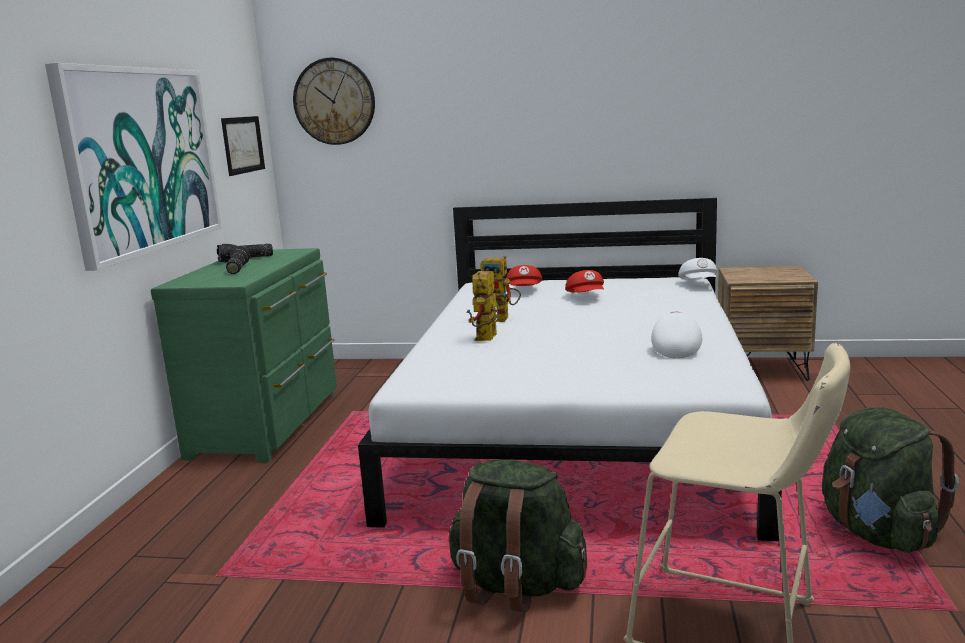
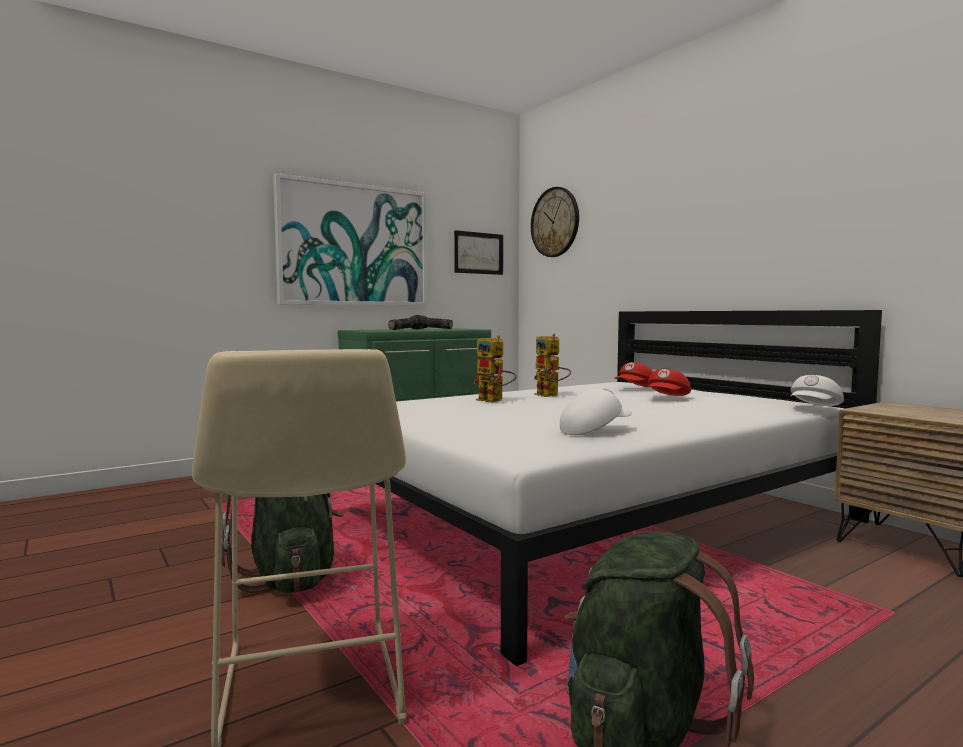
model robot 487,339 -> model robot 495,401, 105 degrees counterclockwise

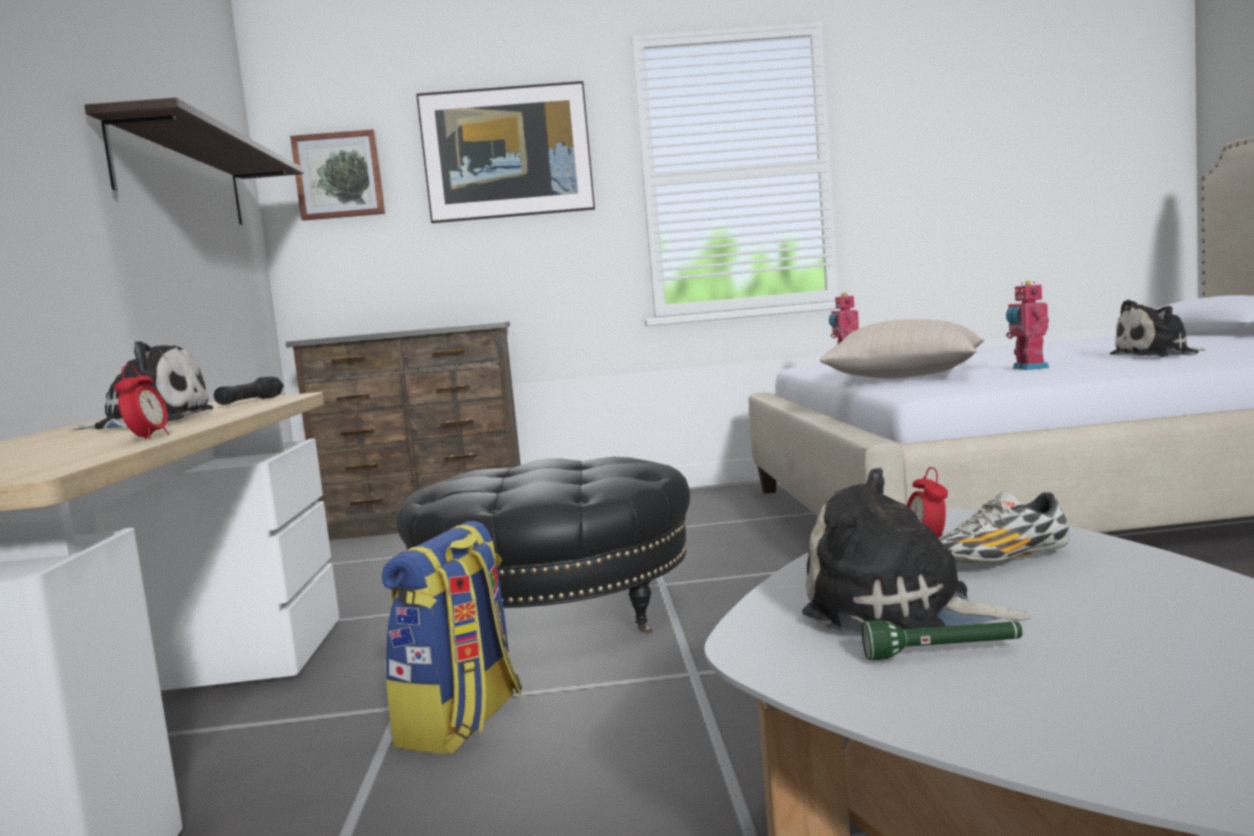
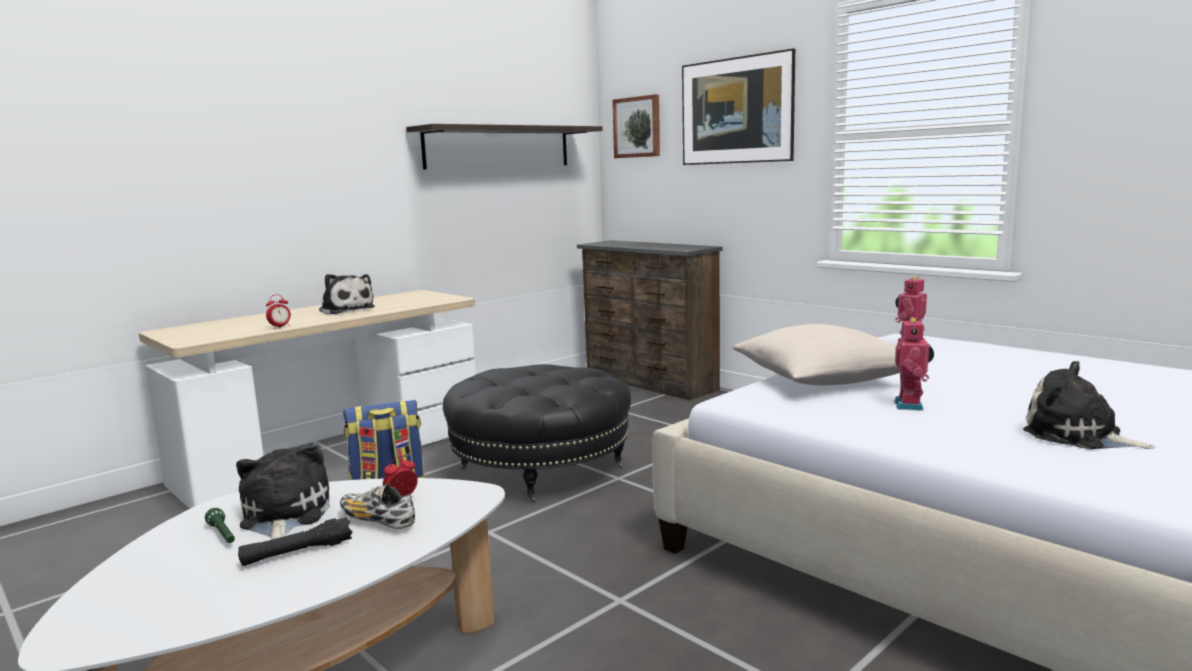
model robot 1028,368 -> model robot 911,405, 150 degrees clockwise
black flashlight 250,401 -> black flashlight 297,552, moved

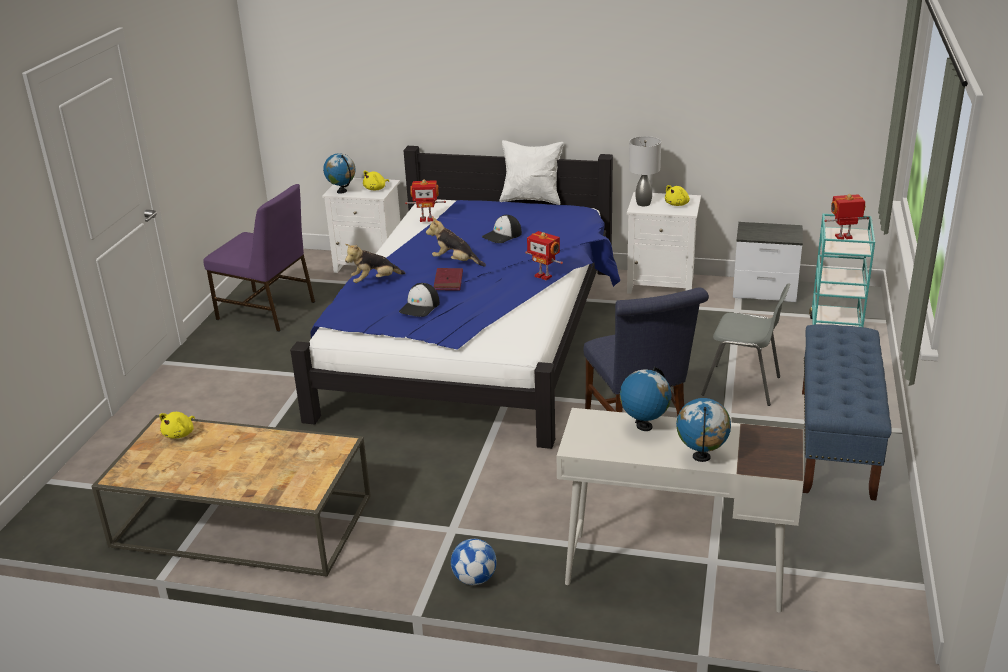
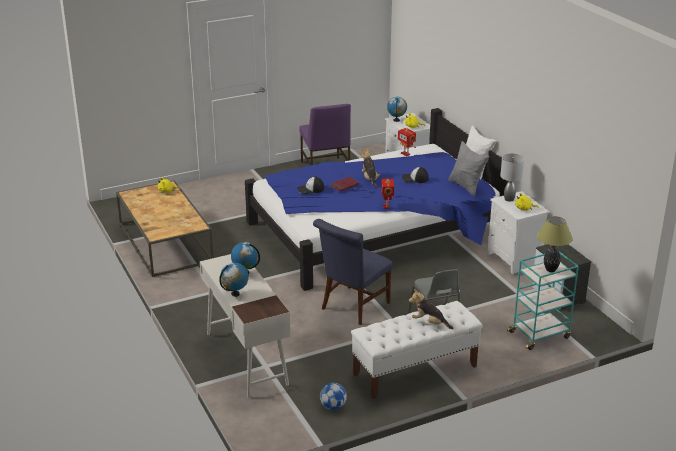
model robot 844,237 -> tabletop lamp 550,270
cuddly toy 374,281 -> cuddly toy 429,323, moved
bluish bench 836,442 -> white bench 414,370
football ball 474,579 -> football ball 333,406, moved
none -> greyish pillow 466,186

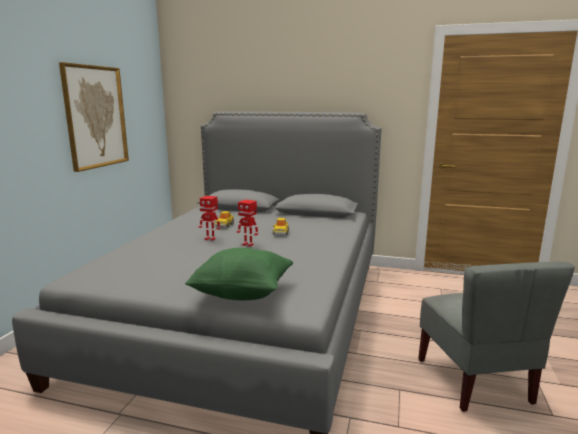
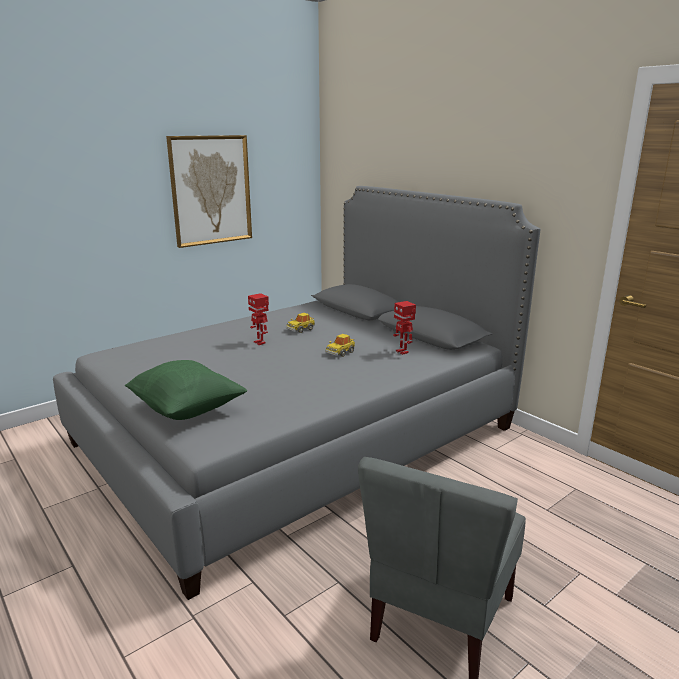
model robot 248,244 -> model robot 402,352, moved

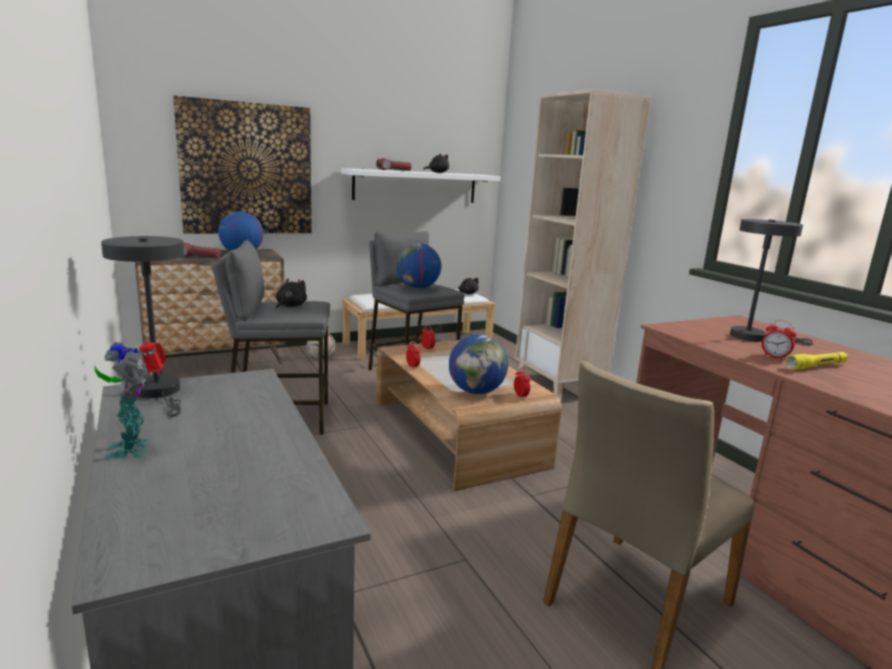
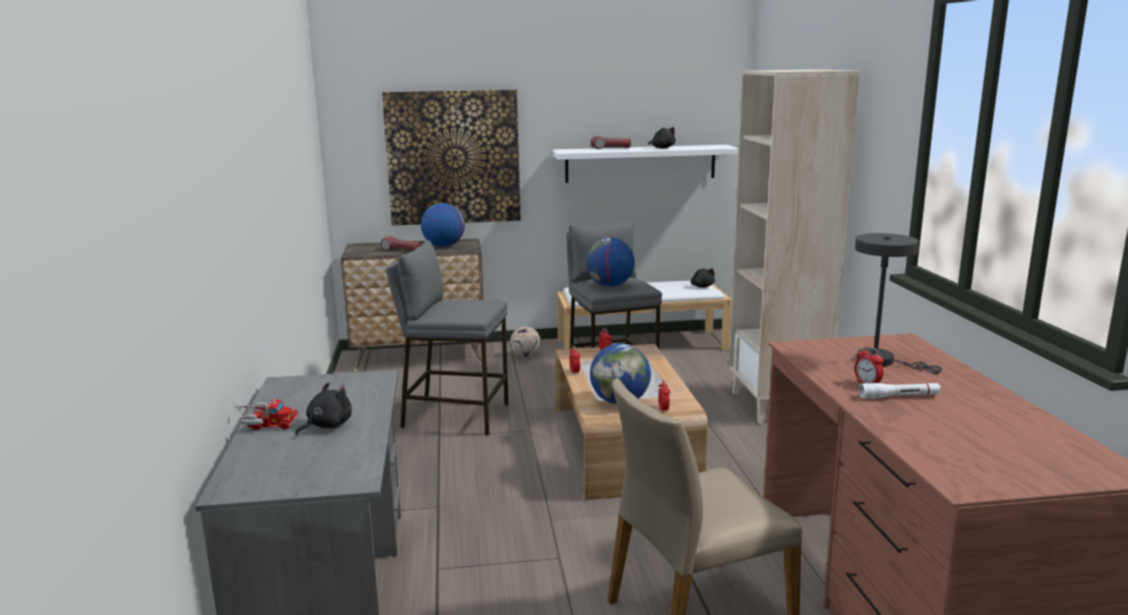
greyish tabletop lamp 160,392 -> none
black cuddly toy 290,306 -> black cuddly toy 327,426, moved
model robot 135,447 -> toy lorry 266,424
yellow flashlight 816,366 -> white flashlight 899,397

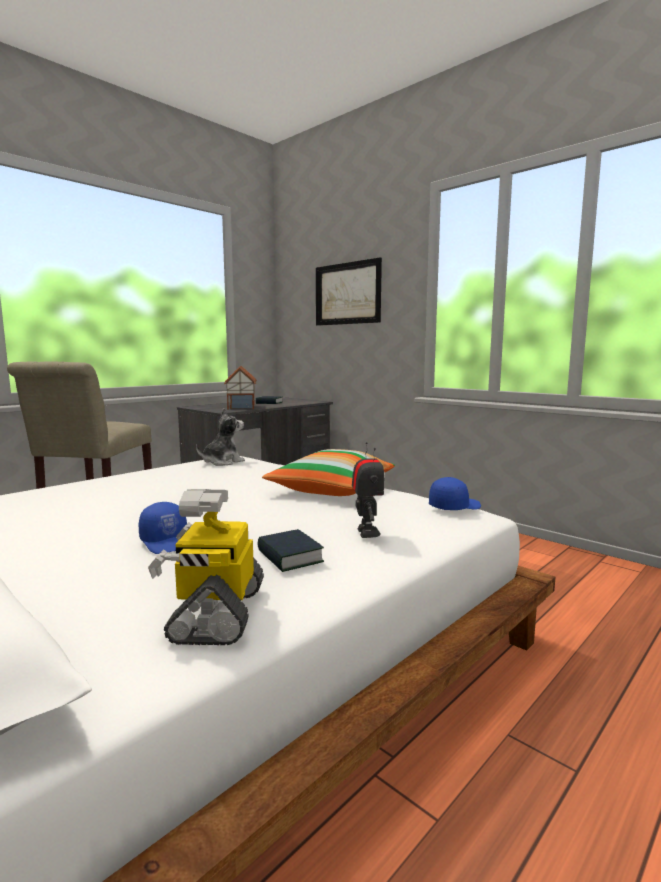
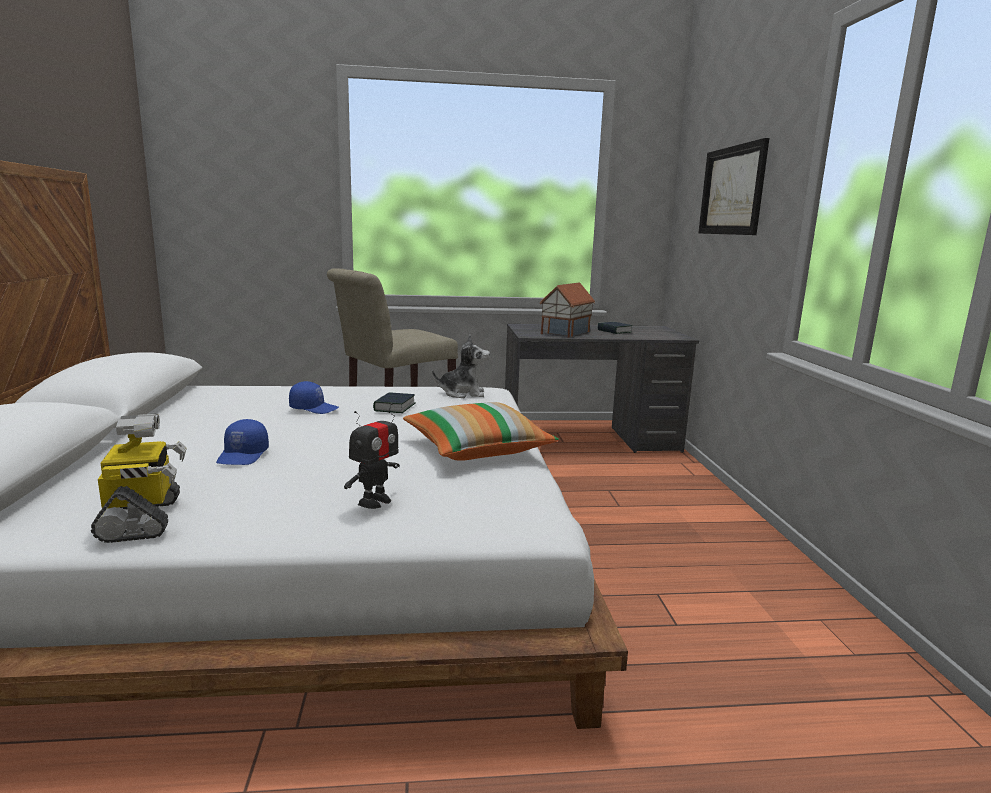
bluish peaked cap 454,506 -> bluish peaked cap 314,408, moved
model robot 216,613 -> model robot 143,519, 120 degrees clockwise
book 289,557 -> book 394,407, moved

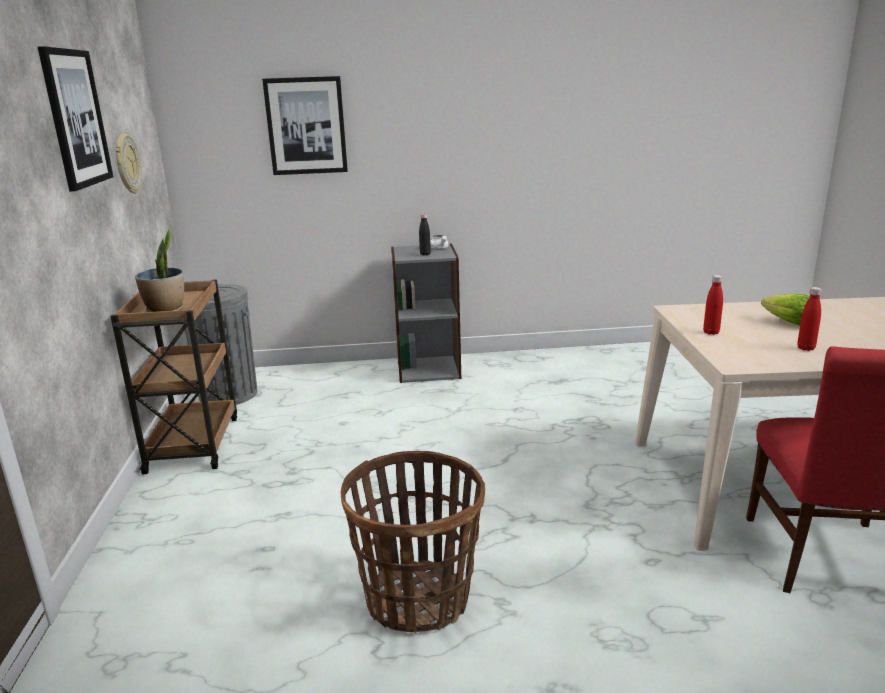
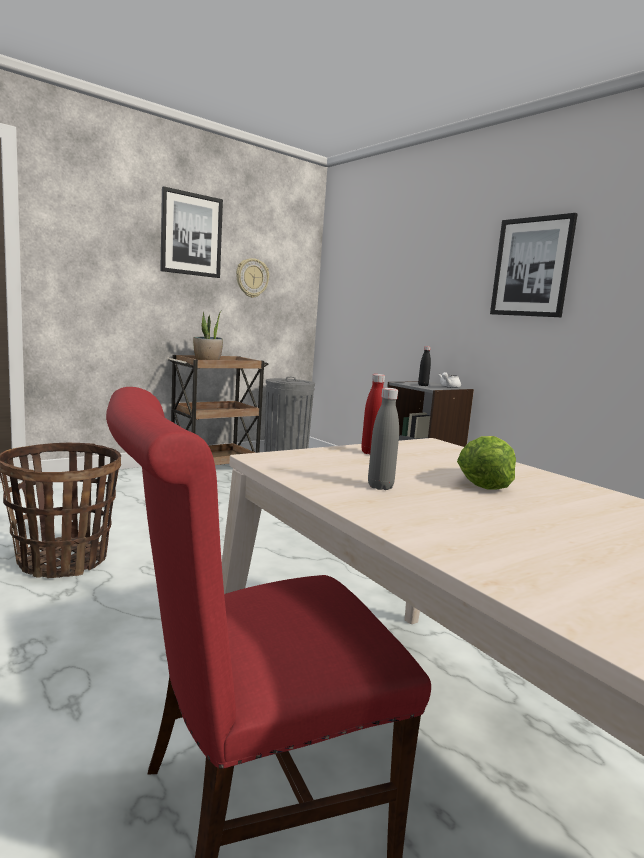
wall art 306,126 -> wall art 532,267, moved
red-coloured bottle 806,348 -> greyish bottle 380,487

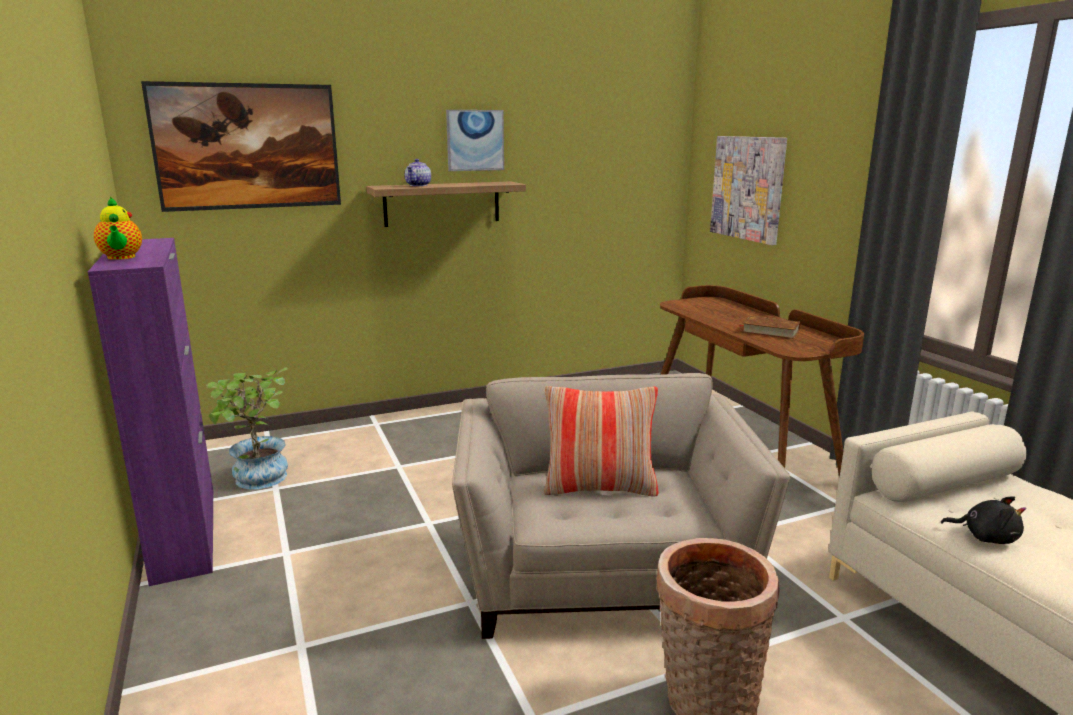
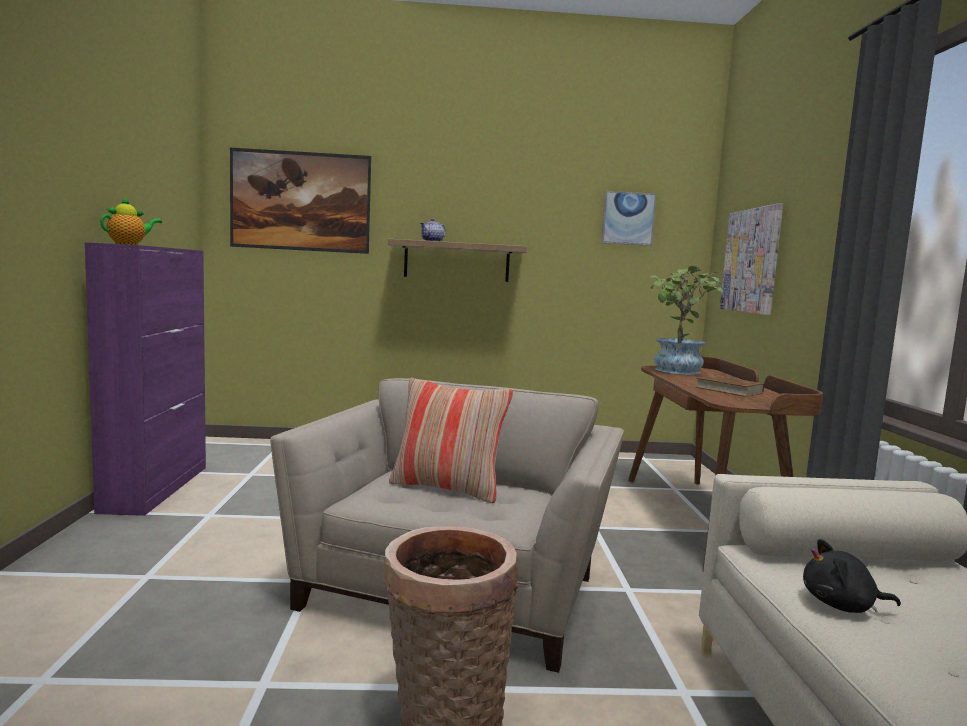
wall art 475,140 -> wall art 628,218, moved
tea pot 121,258 -> tea pot 129,244, 135 degrees counterclockwise
potted plant 258,481 -> potted plant 677,371, moved
black cuddly toy 985,537 -> black cuddly toy 842,606, 135 degrees clockwise

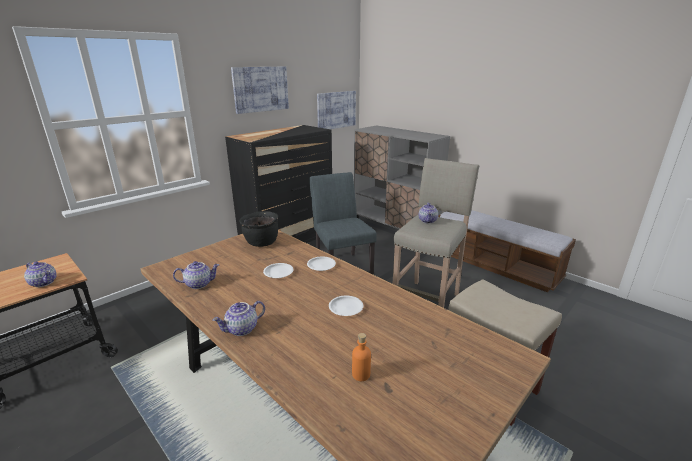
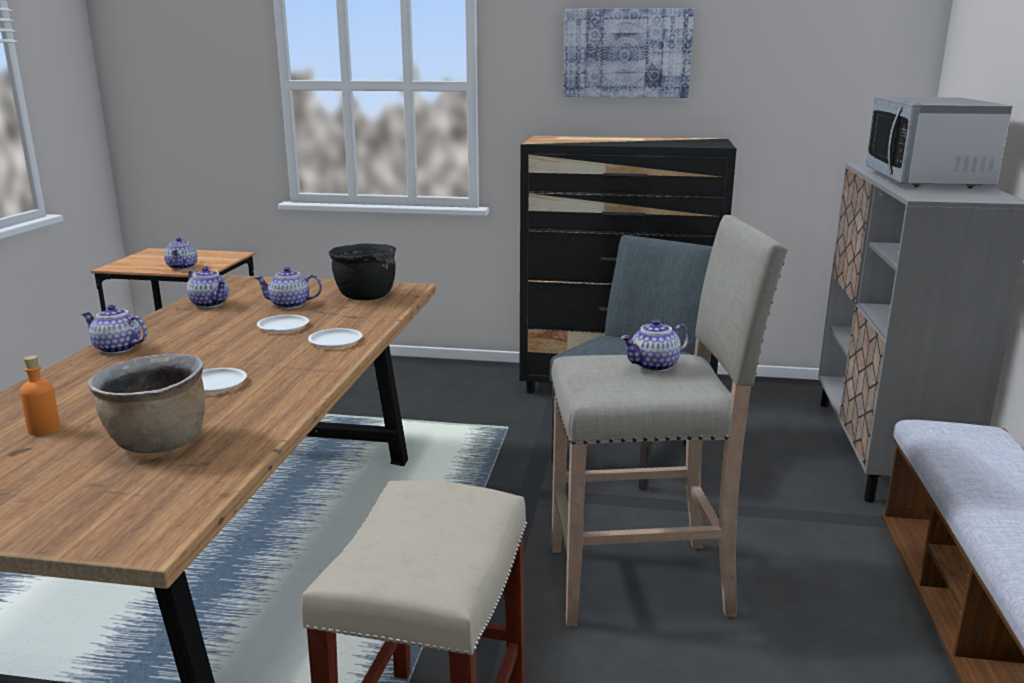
wall art 336,110 -> none
none -> microwave 926,180
none -> tea pot 290,305
none -> brown-coloured cooking pot 158,443

